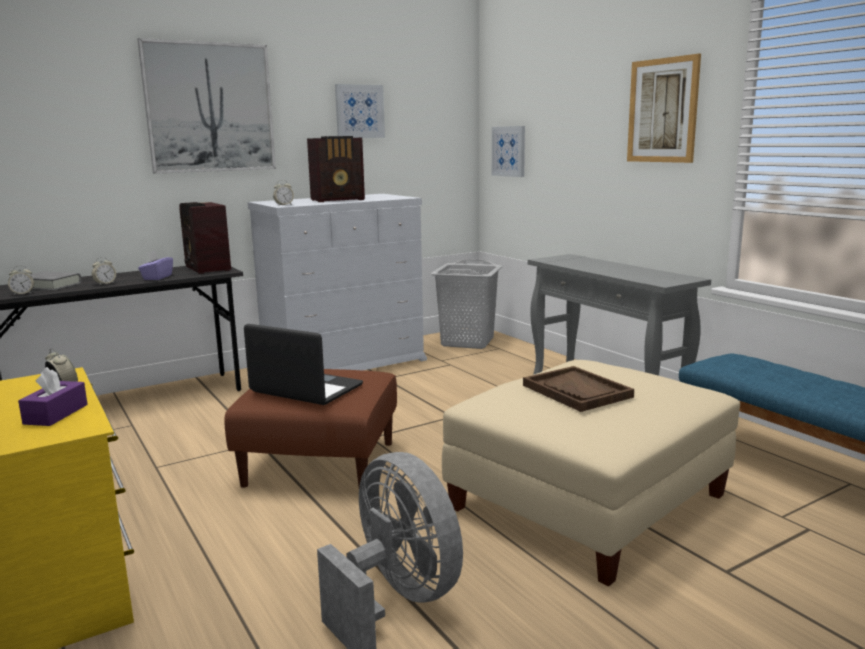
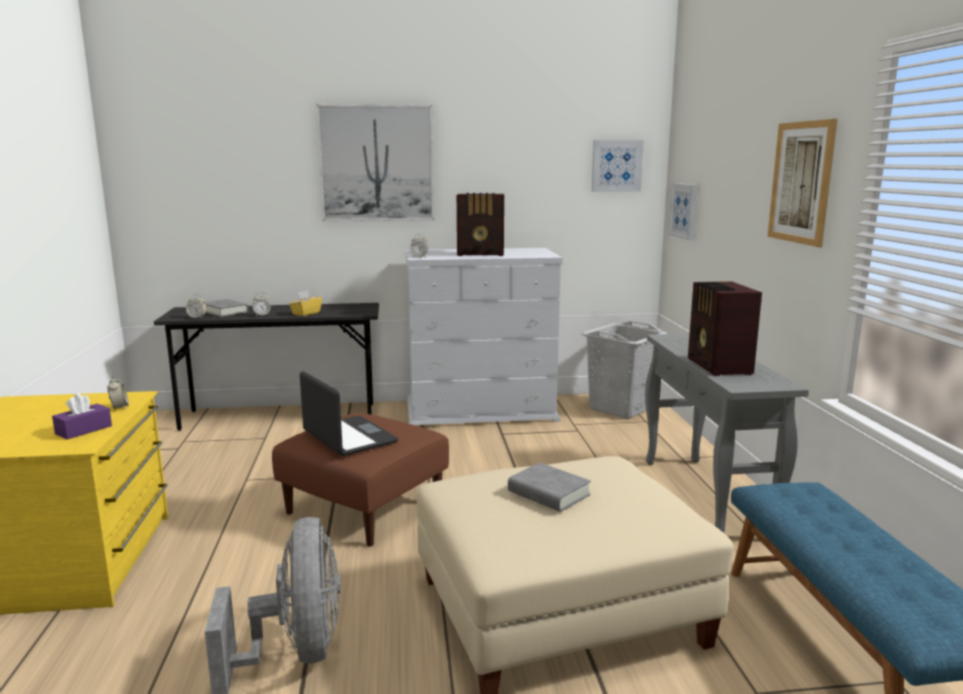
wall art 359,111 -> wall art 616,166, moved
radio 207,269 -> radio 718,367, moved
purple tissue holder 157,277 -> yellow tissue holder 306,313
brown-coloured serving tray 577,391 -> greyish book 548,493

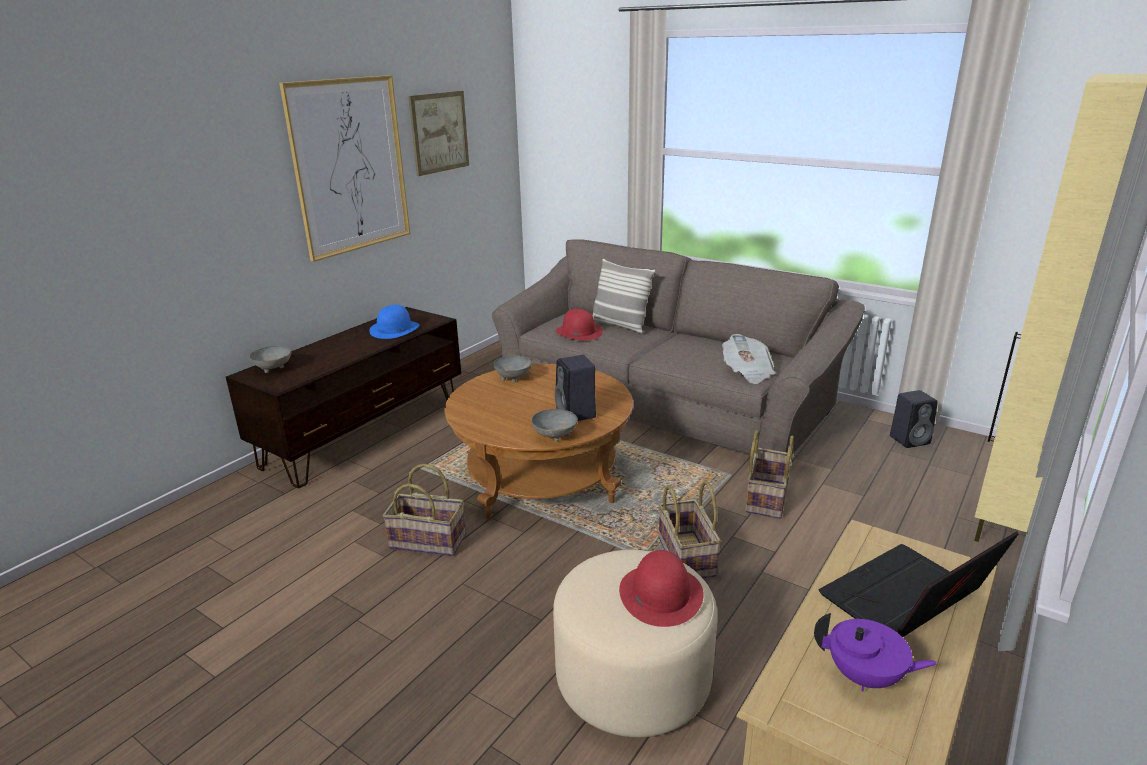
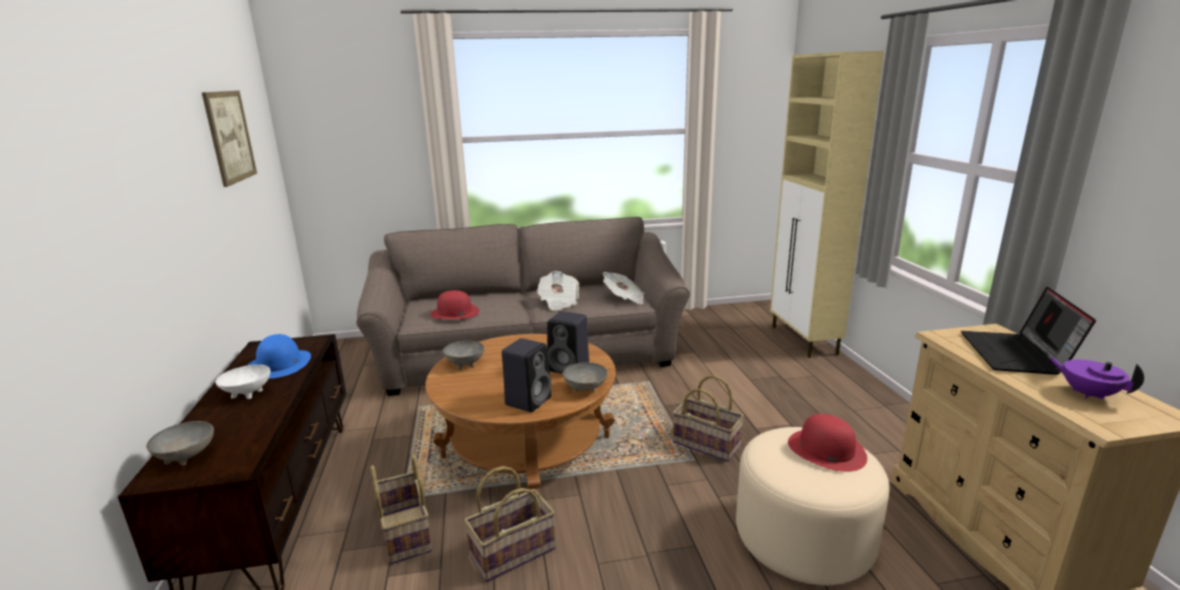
wall art 350,166 -> none
pillow 619,325 -> none
black audio speaker 910,440 -> black audio speaker 528,400, moved
storage basket 766,498 -> storage basket 404,534, moved
purple tea pot 865,677 -> purple tea pot 1087,394, 105 degrees counterclockwise
none -> daily paper 558,302
none -> white bowl 248,392

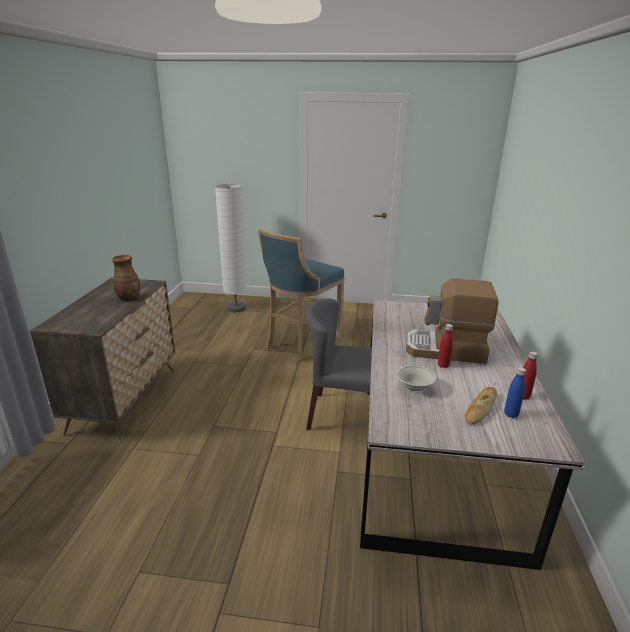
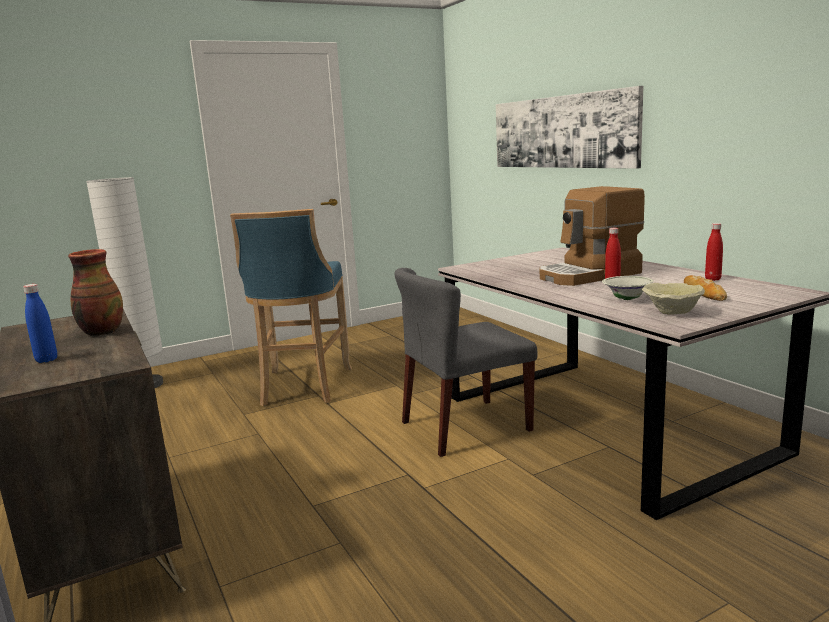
bluish bottle 511,414 -> bluish bottle 46,360, moved
none -> wall art 561,132
none -> beige-coloured bowl 671,312

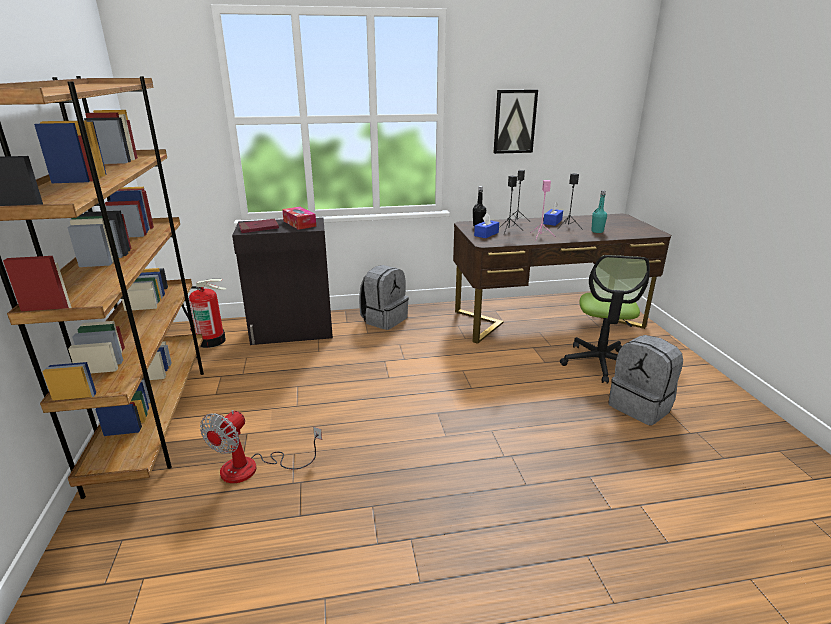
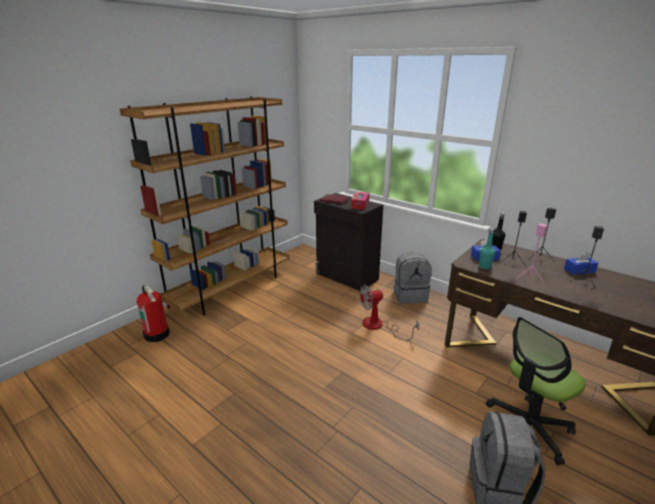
wall art 514,121 -> none
blue-green bottle 597,231 -> blue-green bottle 484,266, moved
fire extinguisher 211,340 -> fire extinguisher 157,334, moved
fan 252,468 -> fan 379,326, moved

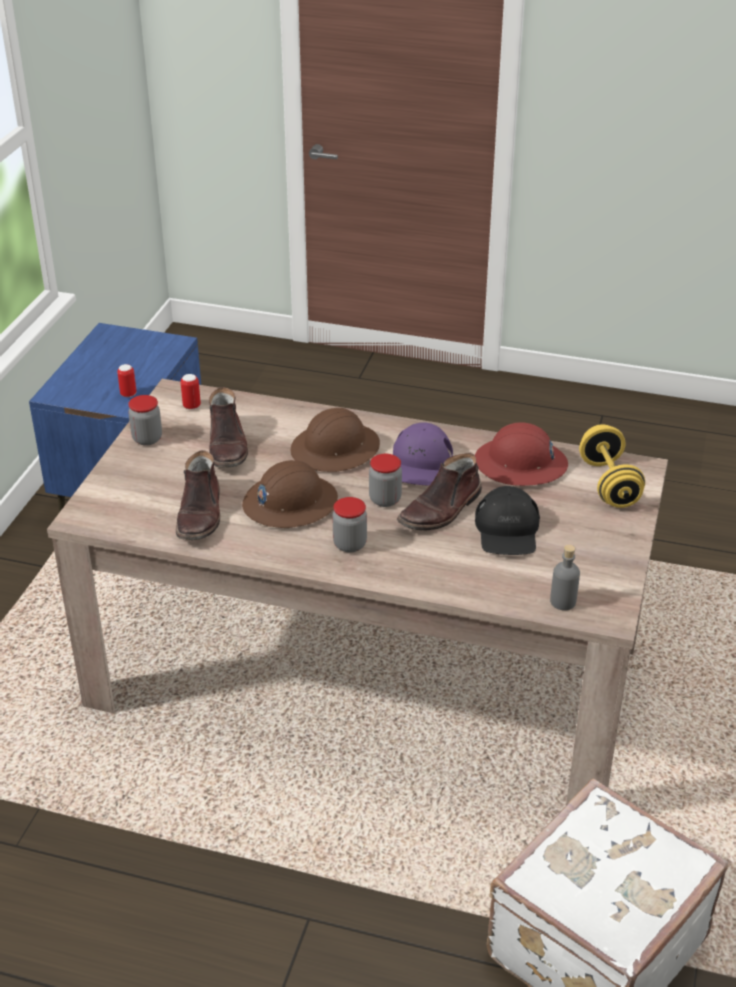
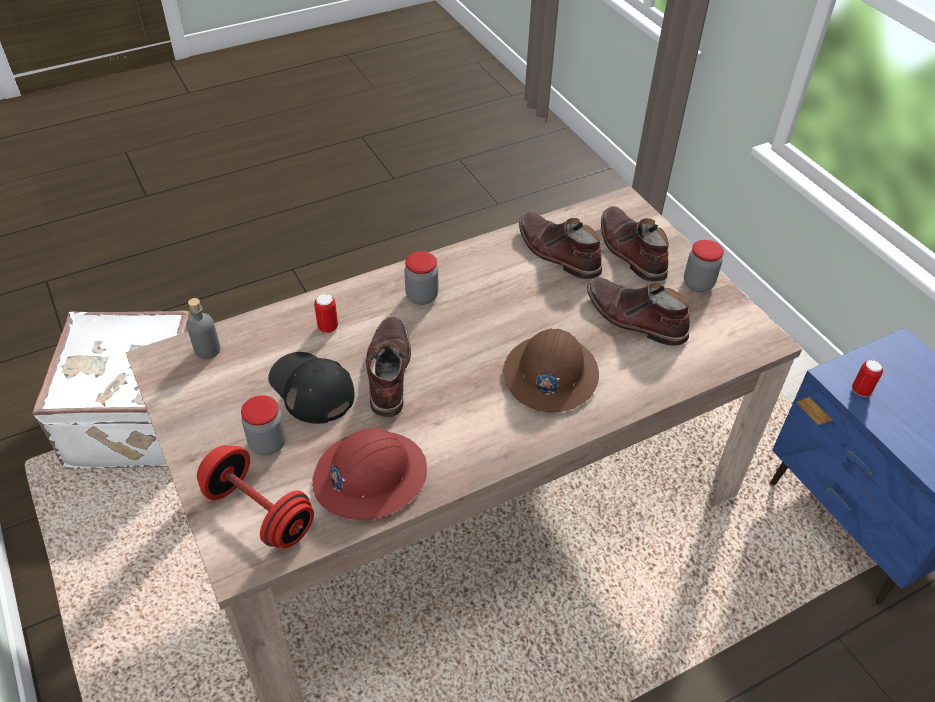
sealed can 191,406 -> sealed can 328,327, moved
purple peaked cap 419,463 -> none
yellow free weight 609,484 -> red-coloured free weight 259,512
storage jar 385,499 -> storage jar 267,443, moved
brown-coloured safety helmet 289,503 -> none
none -> brown-coloured boot 630,251

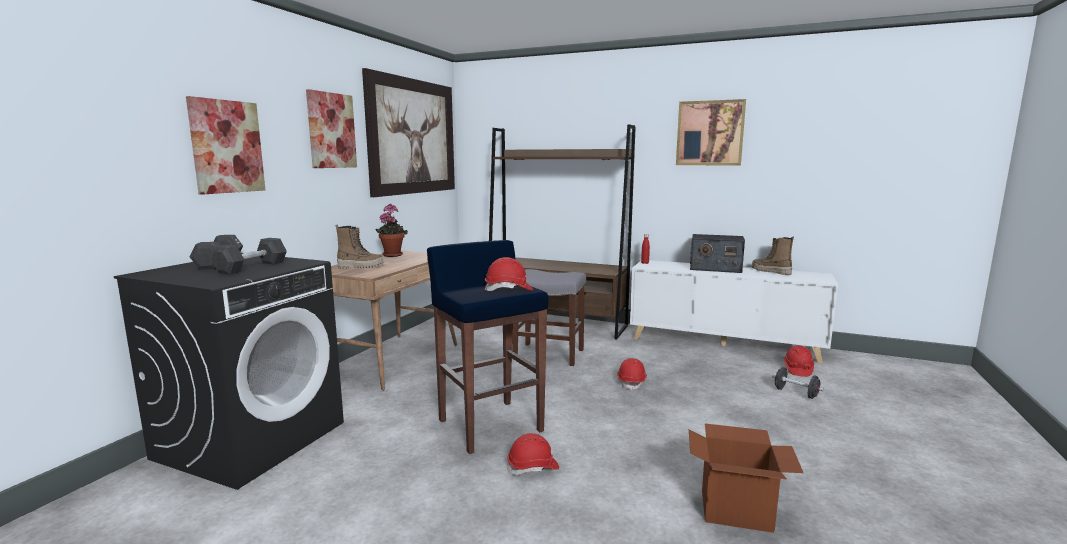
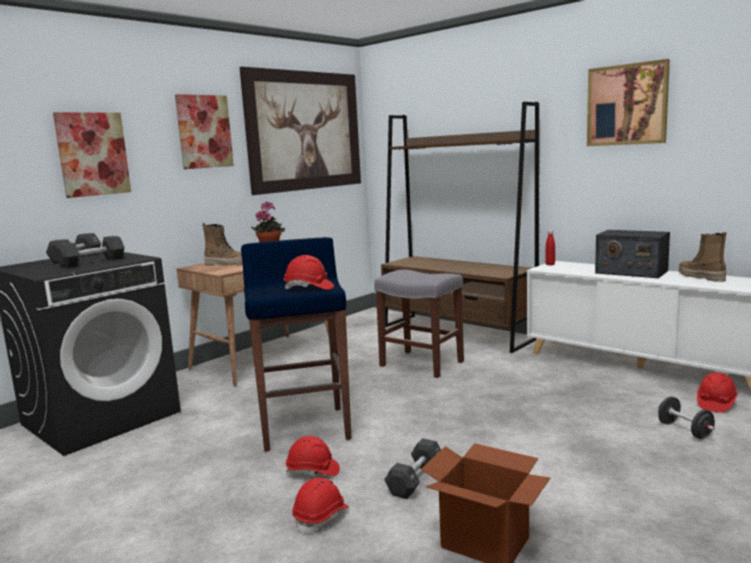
red-coloured safety helmet 631,382 -> red-coloured safety helmet 321,517, moved
none -> black free weight 415,480

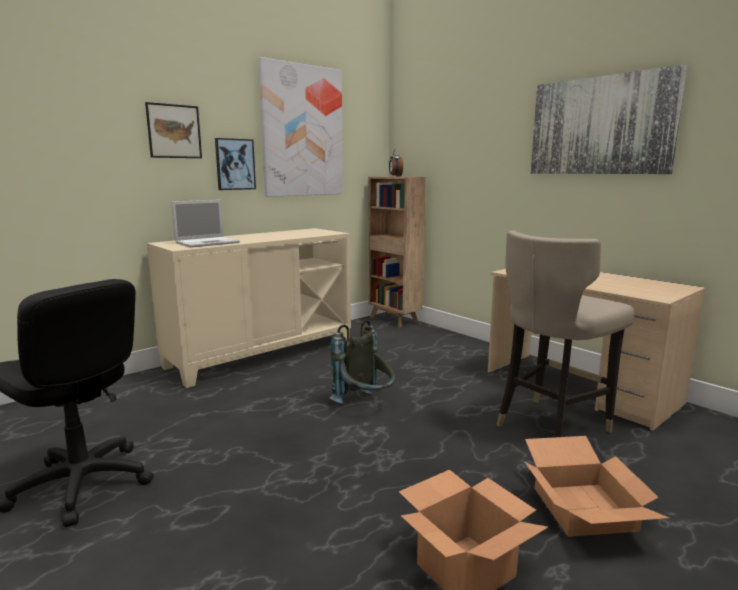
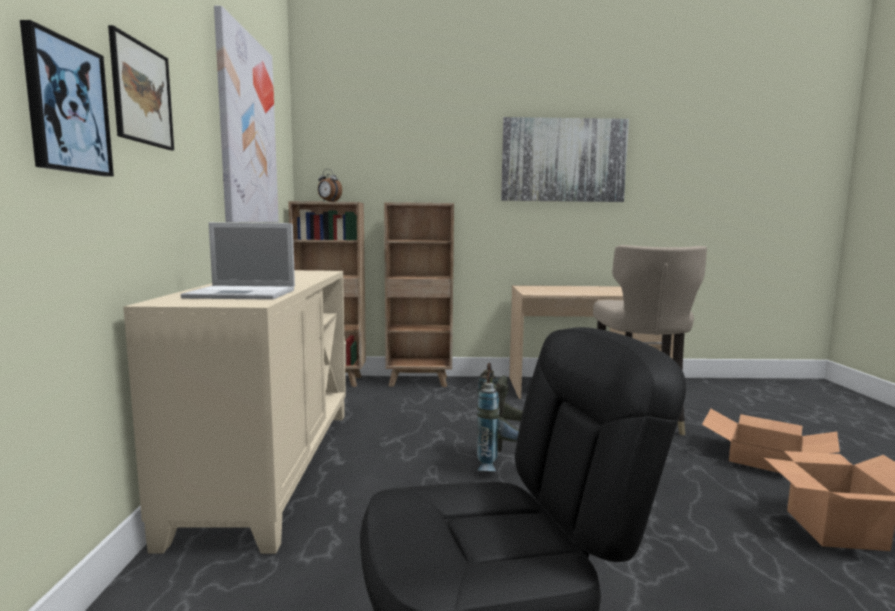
wall art 235,164 -> wall art 66,107, moved
laptop 208,242 -> laptop 244,294, 90 degrees clockwise
none -> brown-coloured bookcase 420,381

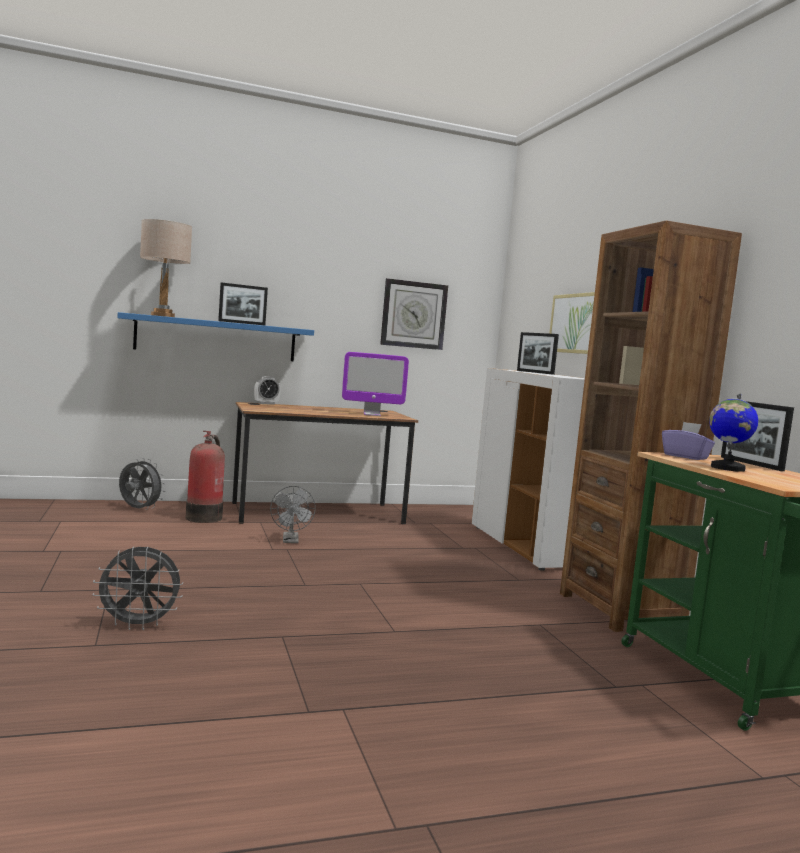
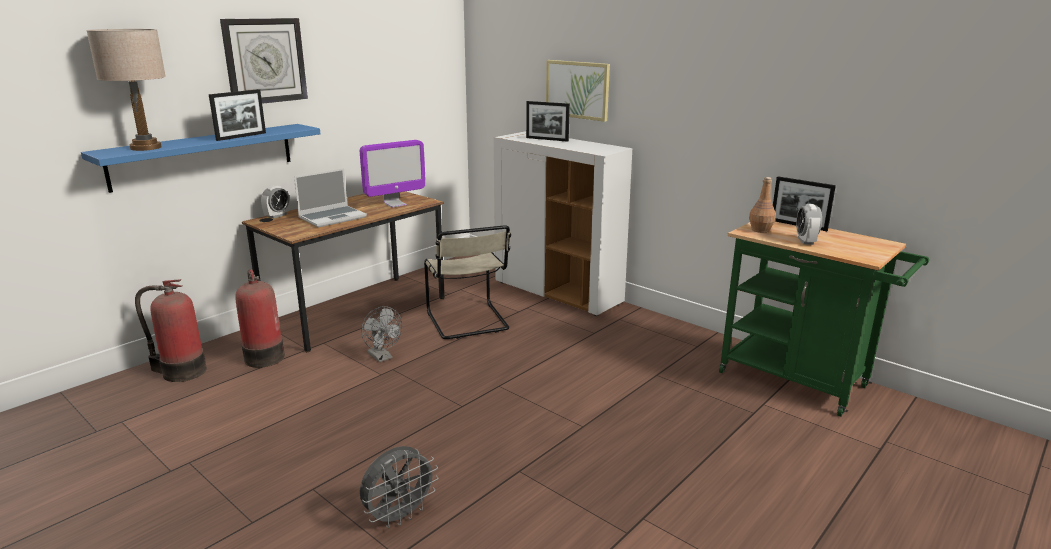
brown-coloured bookcase 620,610 -> none
wall clock 413,314 -> wall clock 265,61, moved
world globe 727,468 -> table clock 805,241
purple tissue holder 685,457 -> brown-coloured bottle 760,230
greyish fan 138,509 -> fire extinguisher 181,371
none -> laptop 333,217
none -> beige-coloured plain chair 468,322

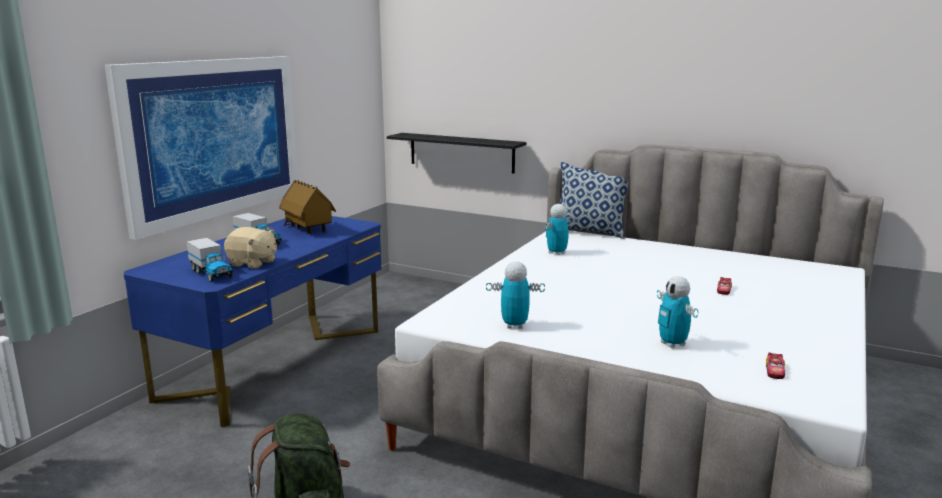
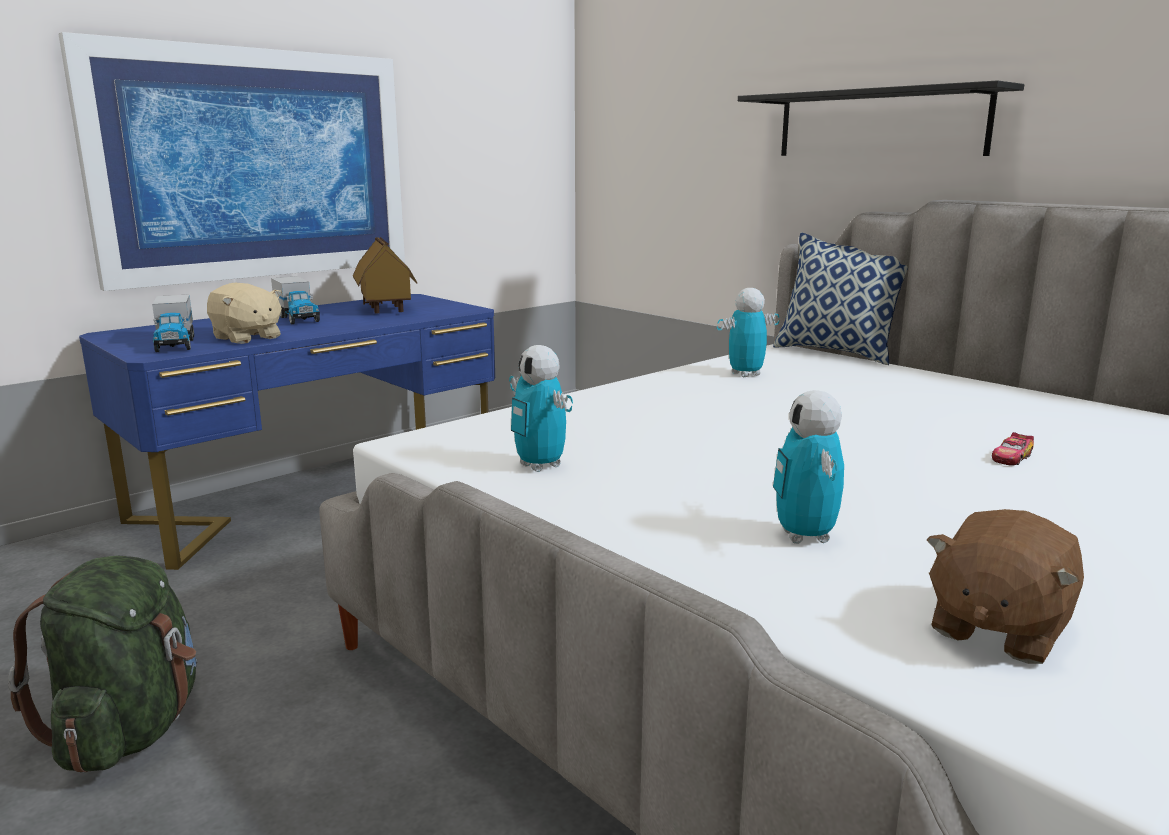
black bracket shelf 461,152 -> black bracket shelf 879,124, moved
model robot 514,326 -> model robot 540,466, 150 degrees counterclockwise
model car 774,371 -> brown-coloured cuddly toy 996,628

